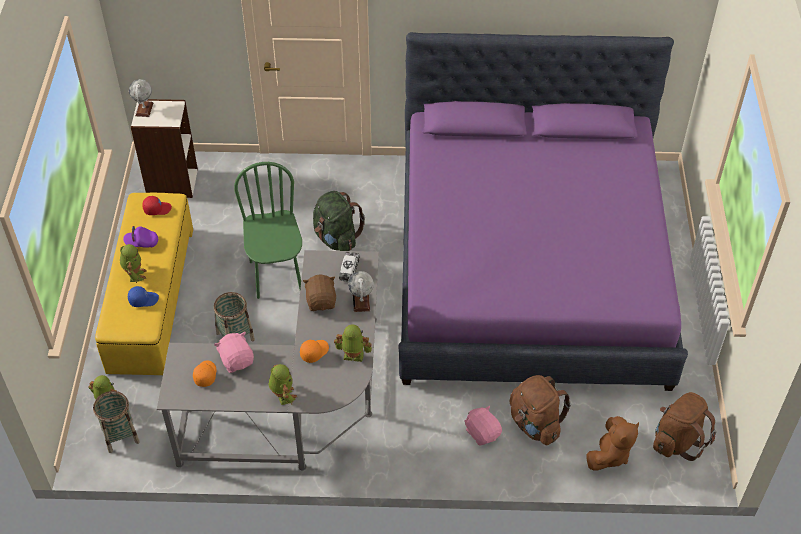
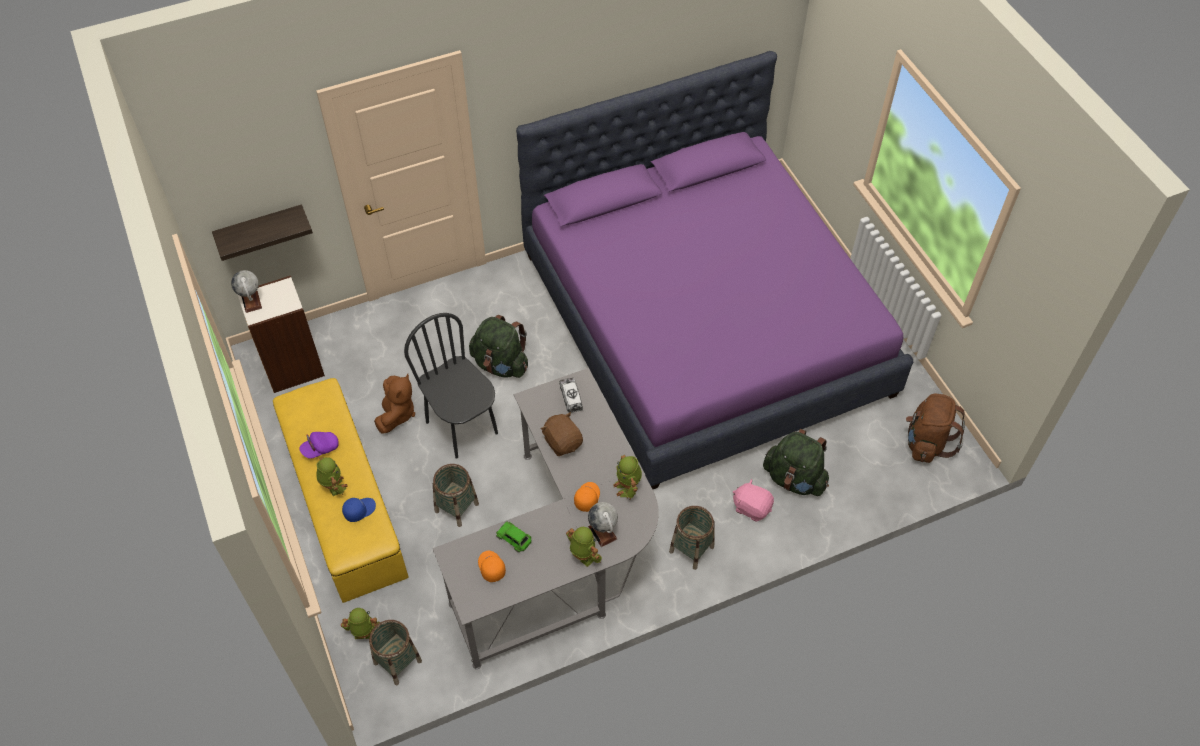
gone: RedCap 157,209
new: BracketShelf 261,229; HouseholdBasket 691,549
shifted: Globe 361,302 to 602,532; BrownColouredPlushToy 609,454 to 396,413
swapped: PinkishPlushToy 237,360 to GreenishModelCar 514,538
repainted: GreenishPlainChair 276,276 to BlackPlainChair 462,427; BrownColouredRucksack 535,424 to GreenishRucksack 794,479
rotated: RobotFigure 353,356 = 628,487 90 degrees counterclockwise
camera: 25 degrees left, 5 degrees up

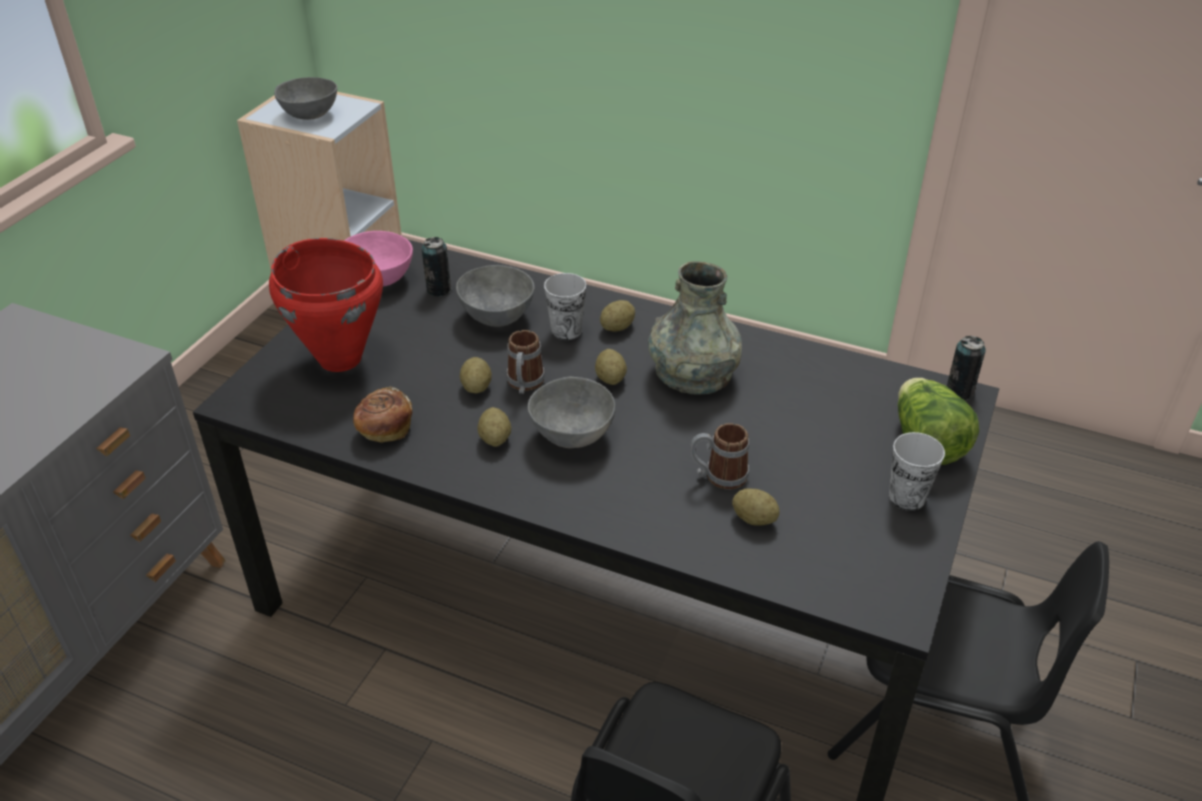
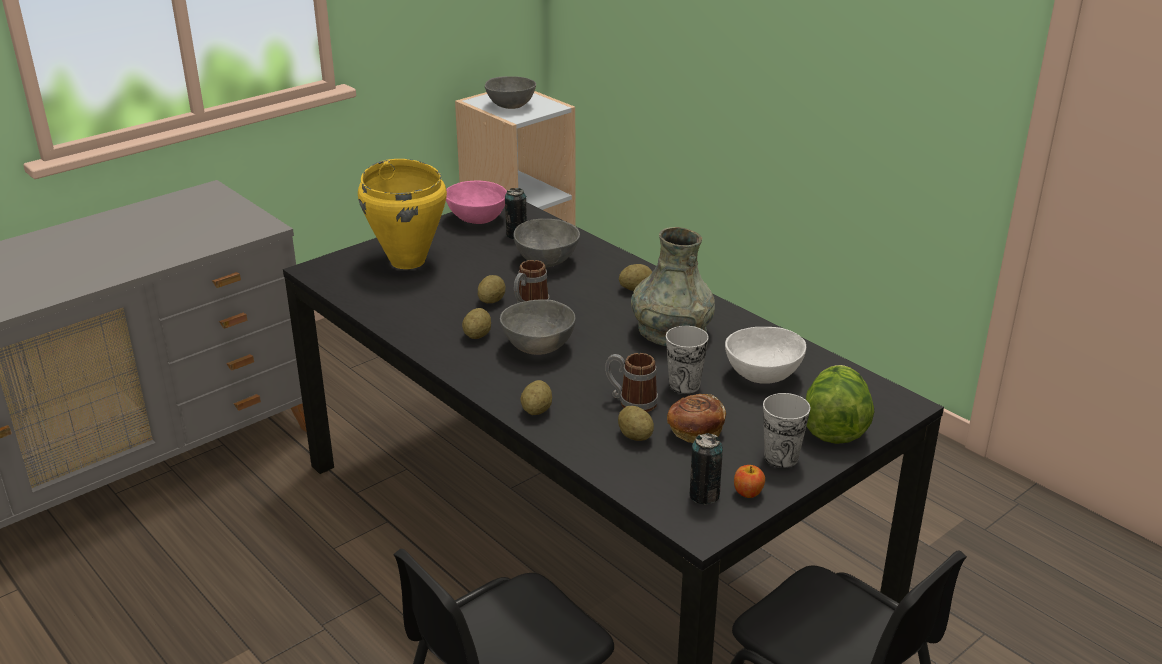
new: WhiteColouredDeepDish 764,376; WholeApple 748,492
shifted: DrinkingCup 566,331 to 684,385; MetalCan 959,391 to 704,495; Potato 610,378 to 536,410; BakedBread 384,428 to 695,431
repainted: RedCookingPot 340,358 to YellowCookingPot 408,261
camera: 25 degrees right, 10 degrees down

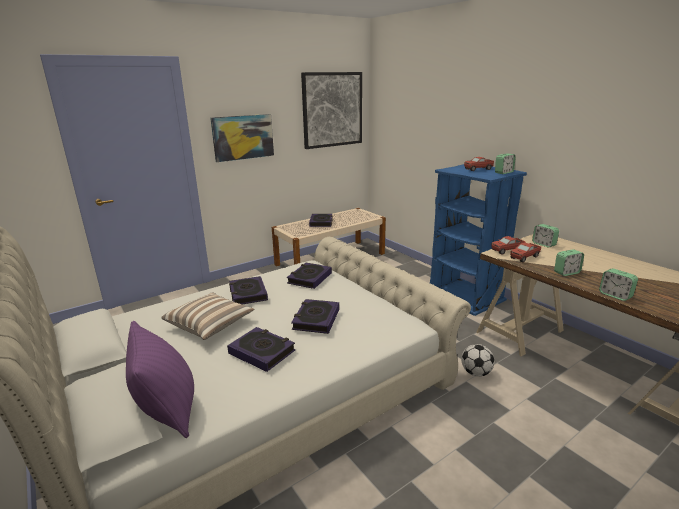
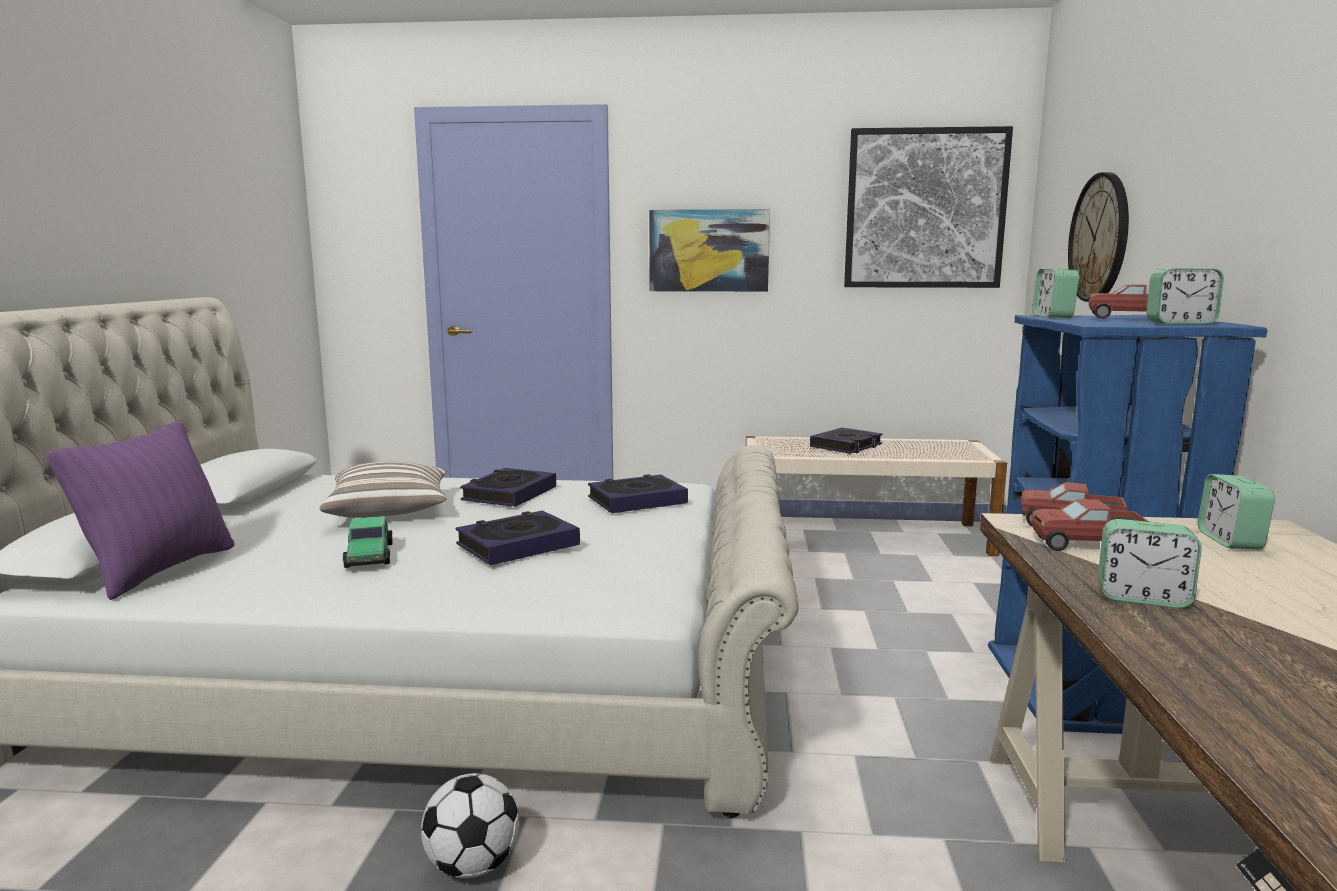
new: WallClock 1099,238
shifted: AlarmClock 615,295 to 1052,317; BallForFootball 476,373 to 473,866
swapped: BoundBook 262,352 to ModelCar 369,556
camera: 40 degrees right, 10 degrees down

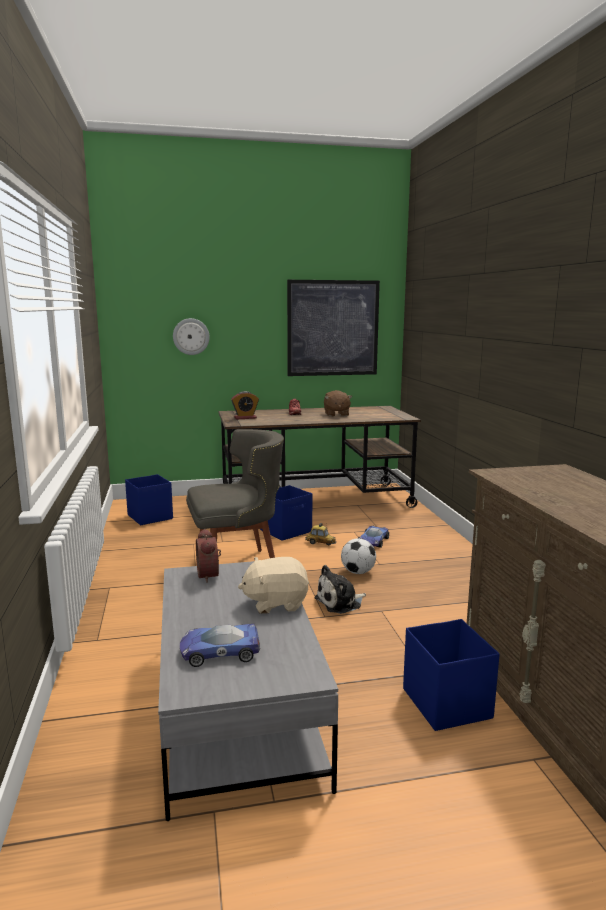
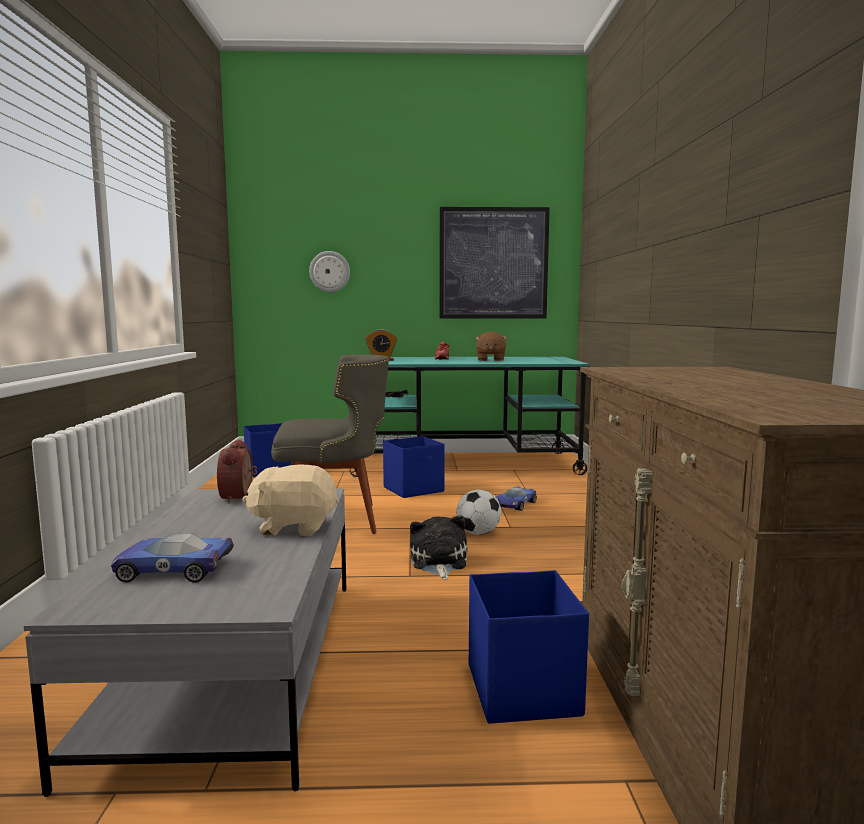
gone: ModelCar 320,543
repainted: BrownColouredDeskUnit 314,501 to TurquoiseColouredDeskUnit 464,464
rotated: PlushToy 340,602 = 438,562 105 degrees clockwise
camera: 10 degrees right, 5 degrees down

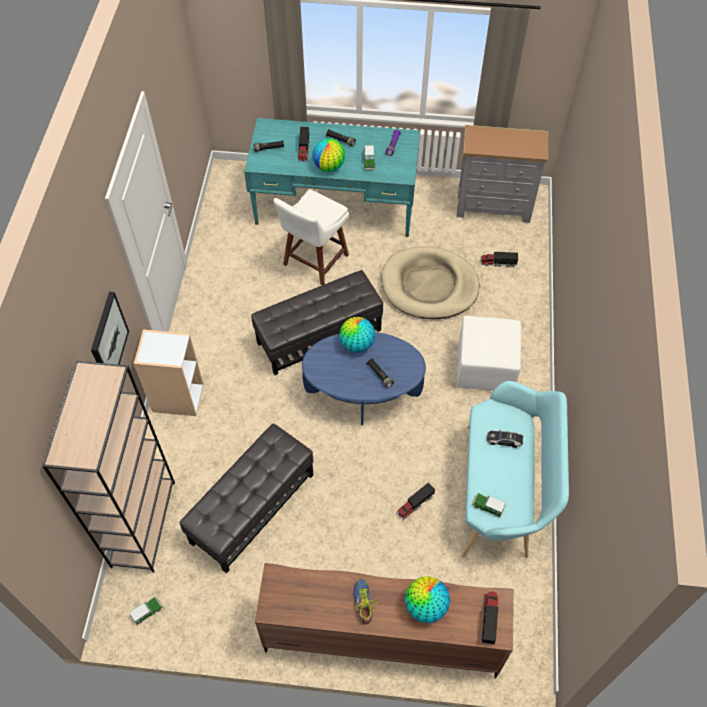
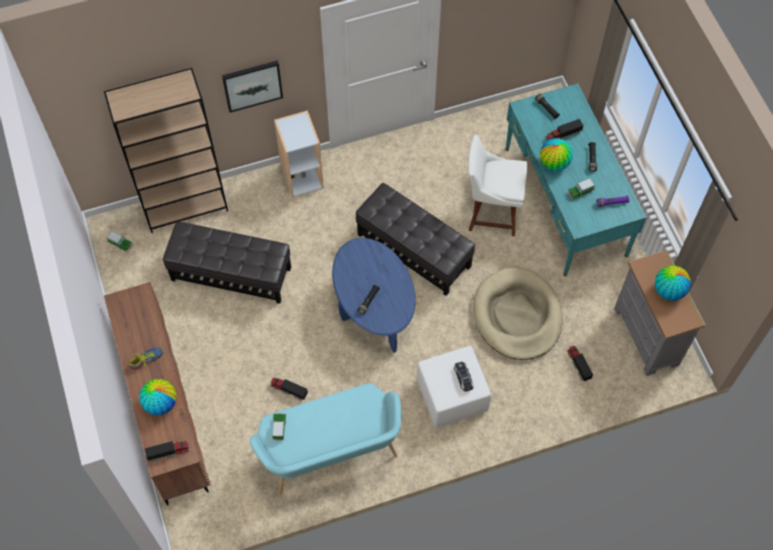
shifted: Globe 357,344 to 668,290; ModelCar 504,440 to 463,378
camera: 65 degrees right, 5 degrees up

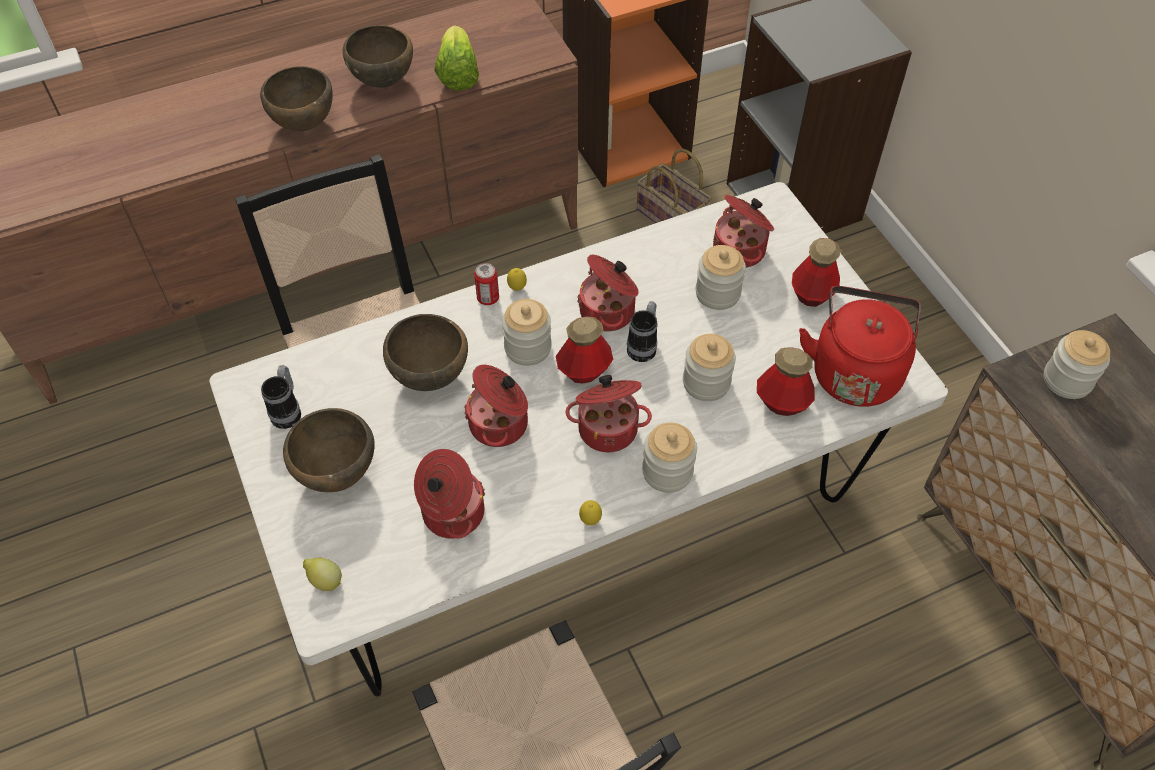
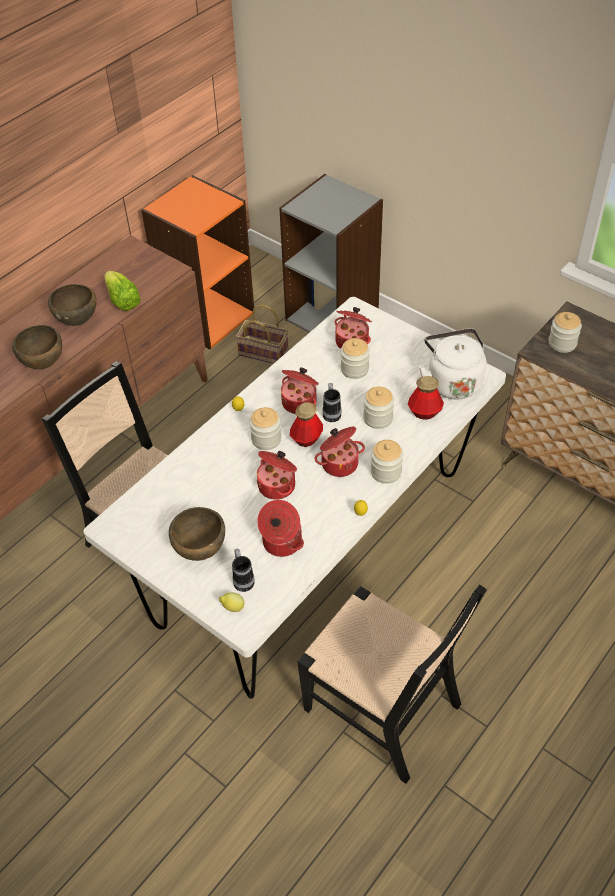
gone: DrinkBottle 812,294; MetalCan 488,298; BrownColouredDeepDish 431,377
shifted: TeaMug 288,411 to 243,579
repainted: RedWaterKettle 855,370 to WhiteColouredWaterKettle 452,381
camera: 25 degrees left, 5 degrees down

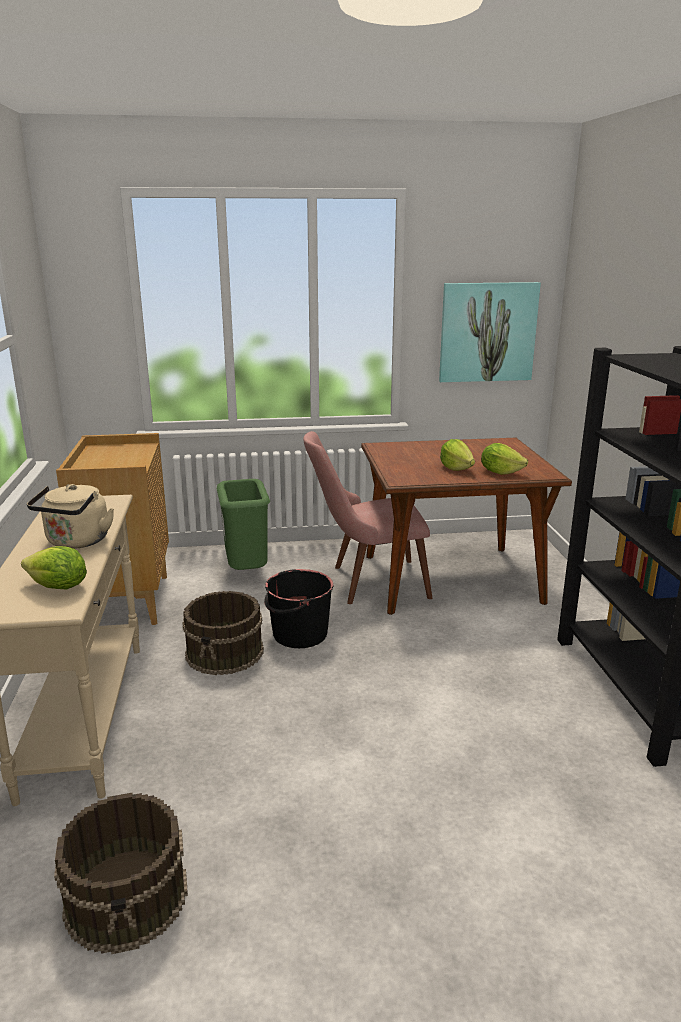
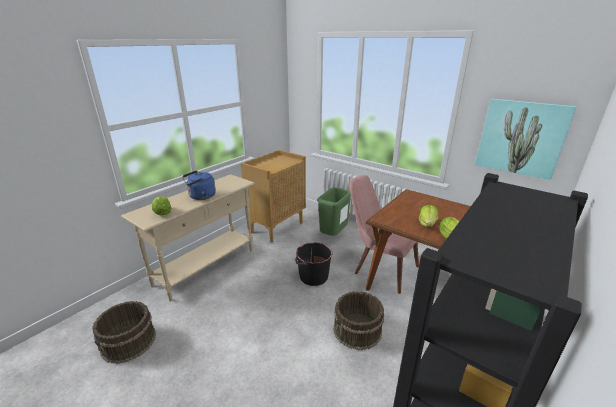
shifted: BrownColouredWaterBucket 225,652 to 357,330
repainted: BeigeWaterKettle 76,542 to BlueWaterKettle 200,197
camera: 45 degrees right, 5 degrees up

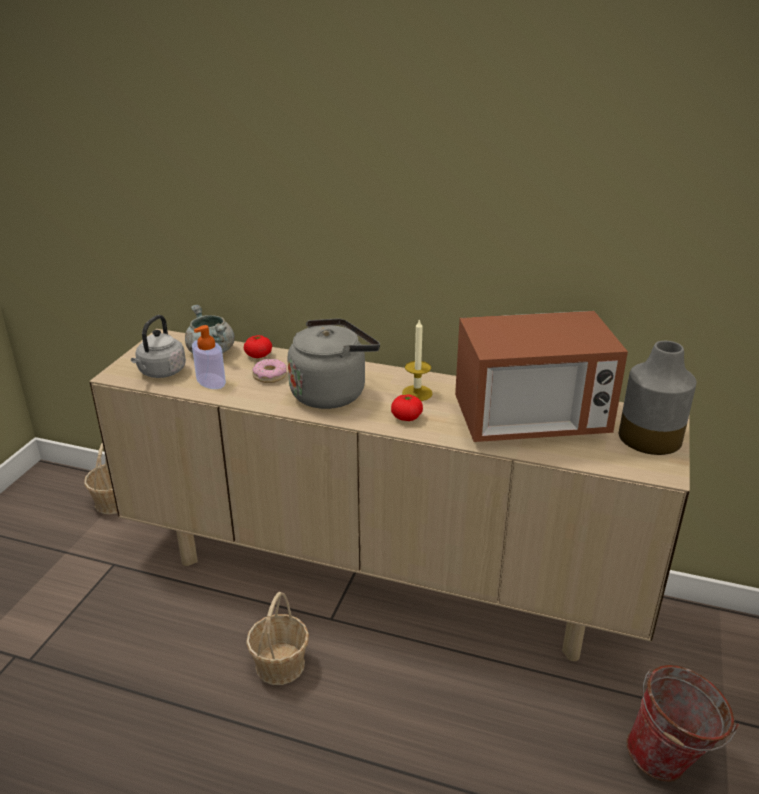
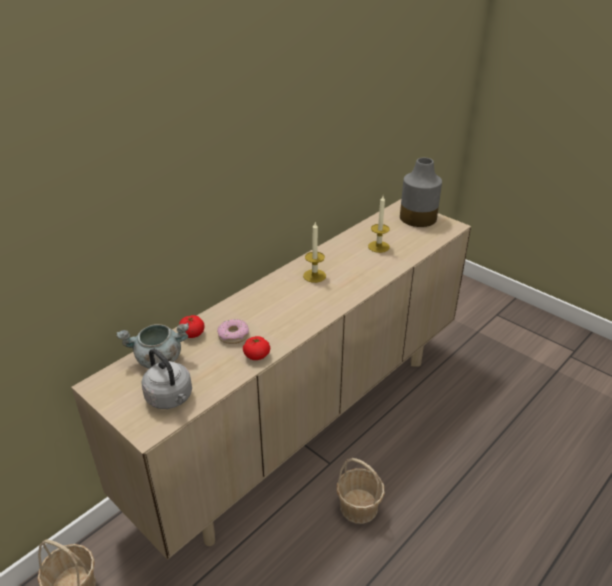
gone: GreyishWaterKettle 332,392; SoapBottle 211,381; WaterBucket 670,761
shifted: Tomato 406,417 to 257,355
swapped: Microwave 530,421 to Candle 378,246
camera: 65 degrees left, 5 degrees up

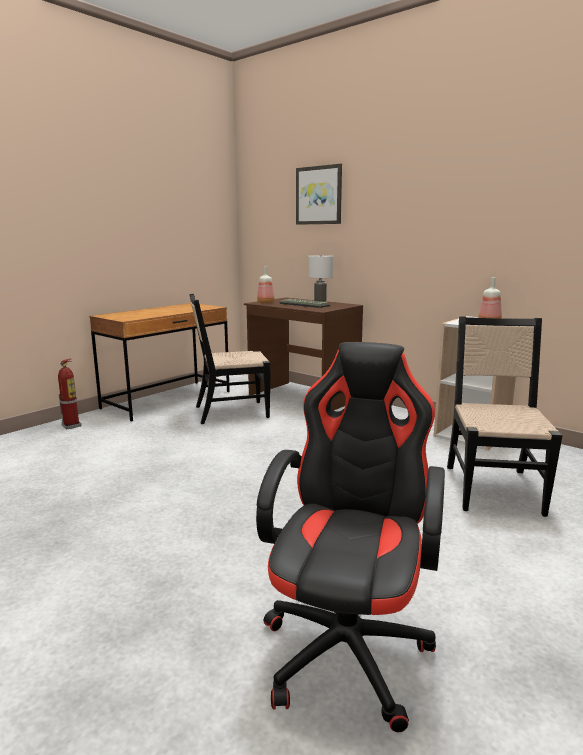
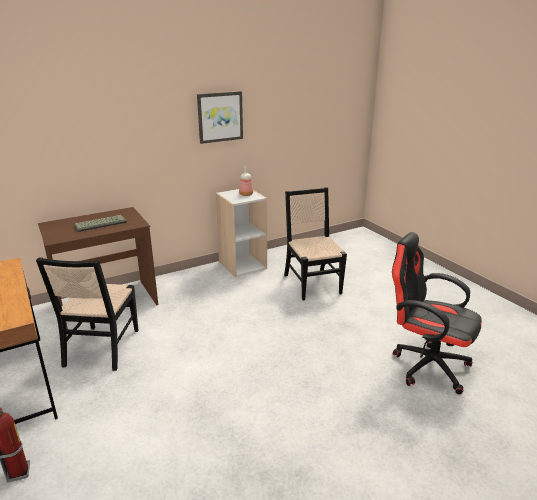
gone: WhiteColouredLampForATable 320,301; DrinkBottle 265,302
shifted: WallArt 319,195 to 220,117
rotated: PlainChair 493,489 = 312,284 45 degrees clockwise
camera: 70 degrees left, 10 degrees up

